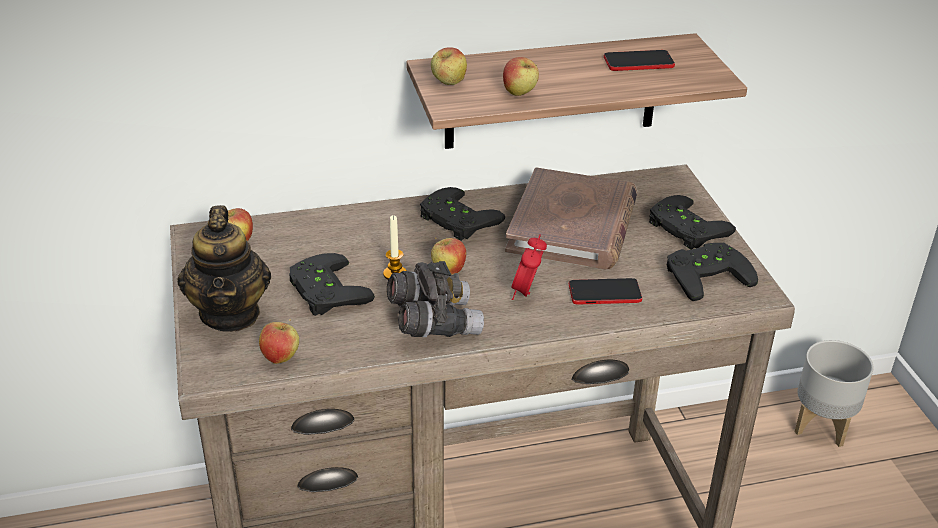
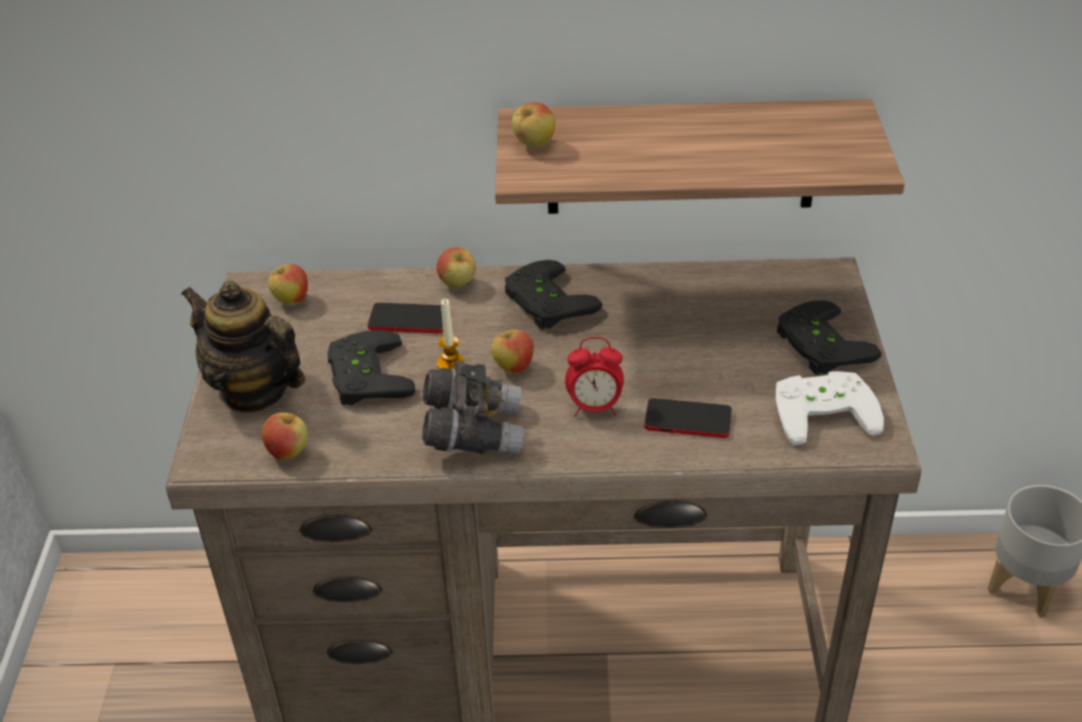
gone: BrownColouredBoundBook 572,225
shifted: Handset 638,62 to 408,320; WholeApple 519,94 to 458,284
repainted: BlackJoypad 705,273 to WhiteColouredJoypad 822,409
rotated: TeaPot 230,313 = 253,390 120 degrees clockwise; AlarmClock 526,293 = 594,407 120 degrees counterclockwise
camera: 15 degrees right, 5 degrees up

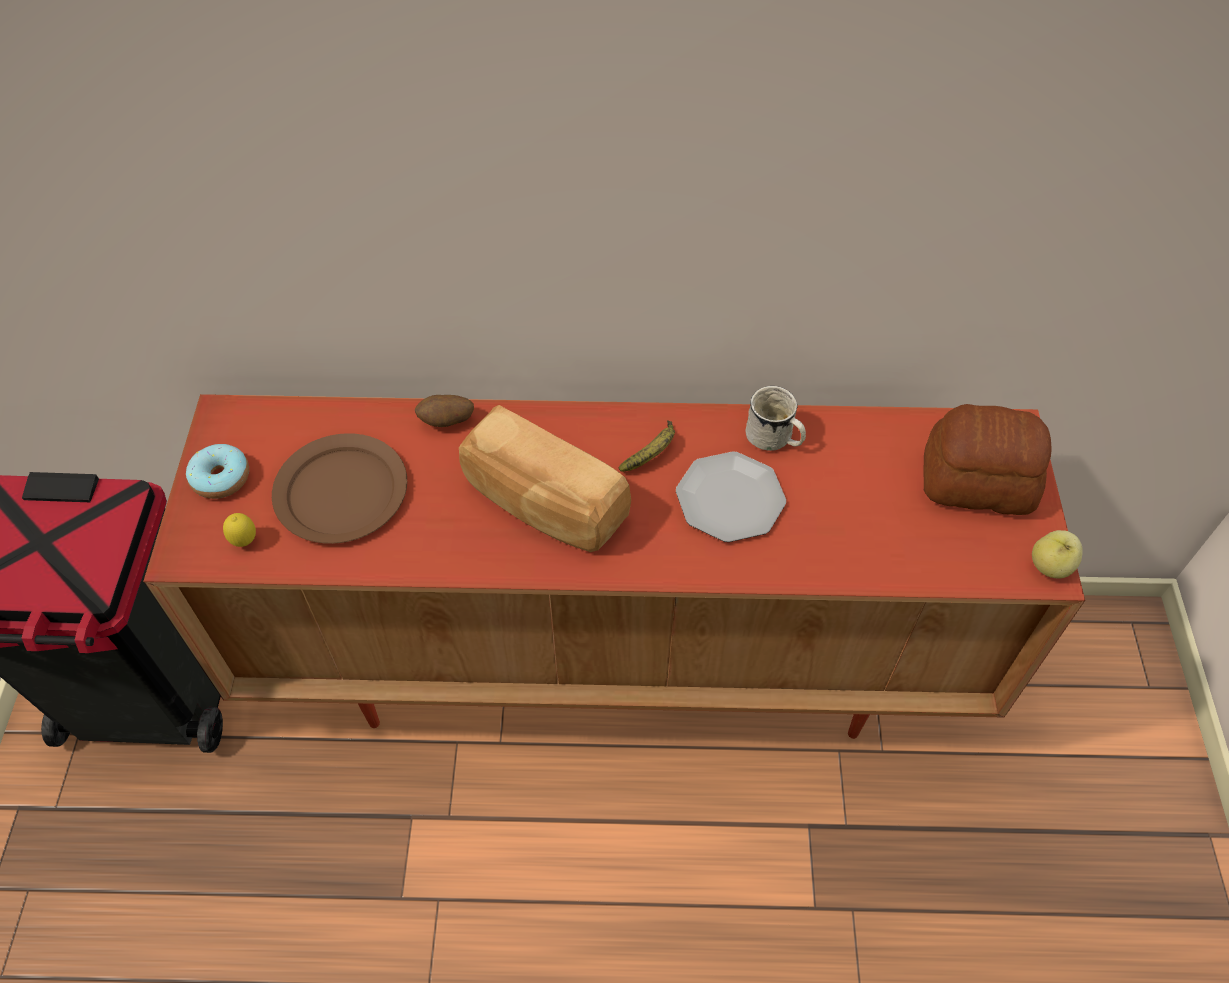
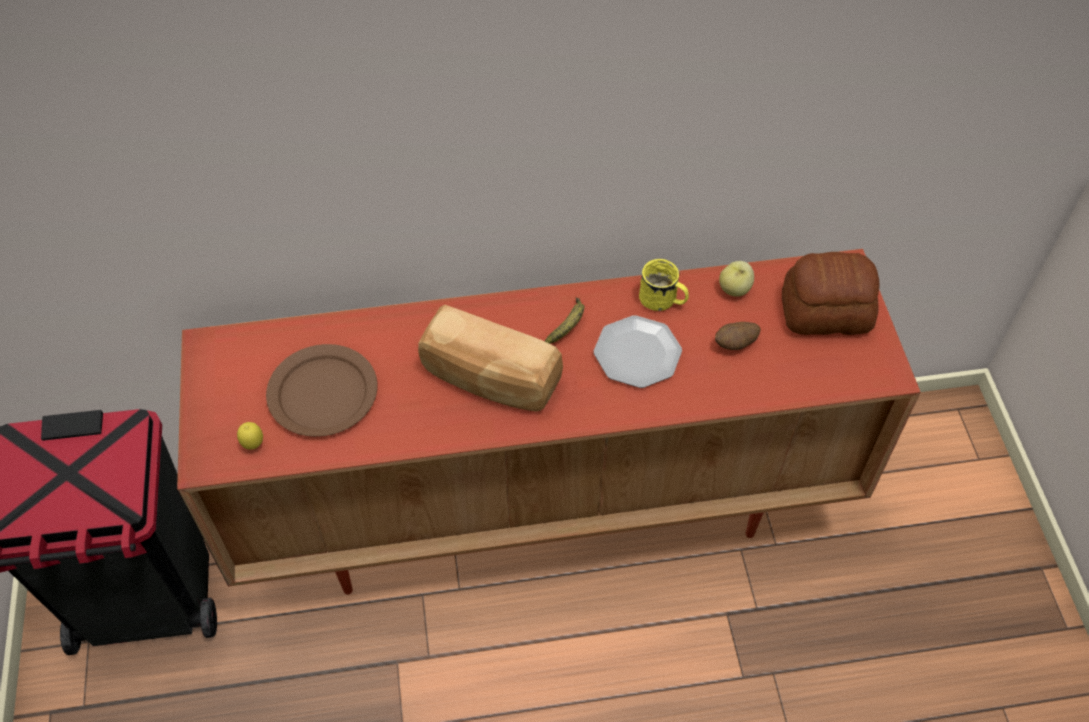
gone: RingDoughnut 221,478
shifted: Potato 447,421 to 735,344; WholeApple 1050,566 to 735,289
repainted: WhiteColouredTeaMug 774,439 to YellowTeaMug 662,301
camera: 10 degrees left, 0 degrees up

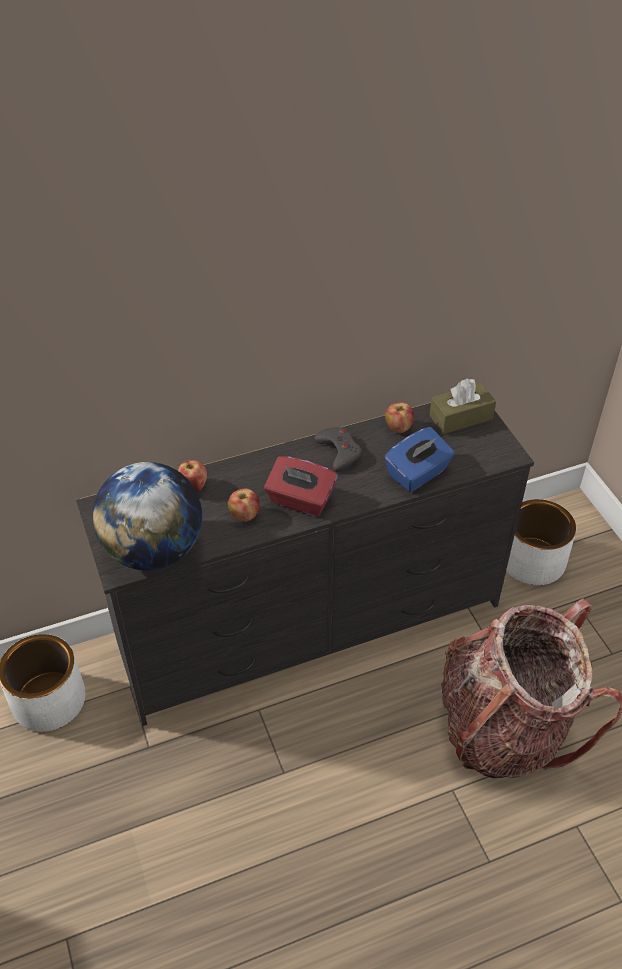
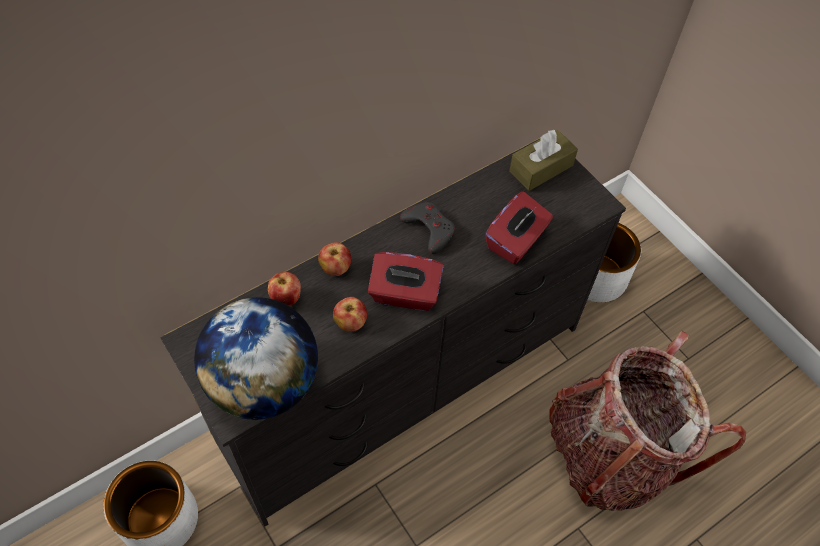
shifted: WholeApple 398,428 to 336,268
repainted: BlueBoxOfTissues 418,473 to RedBoxOfTissues 516,241
camera: 15 degrees left, 10 degrees up

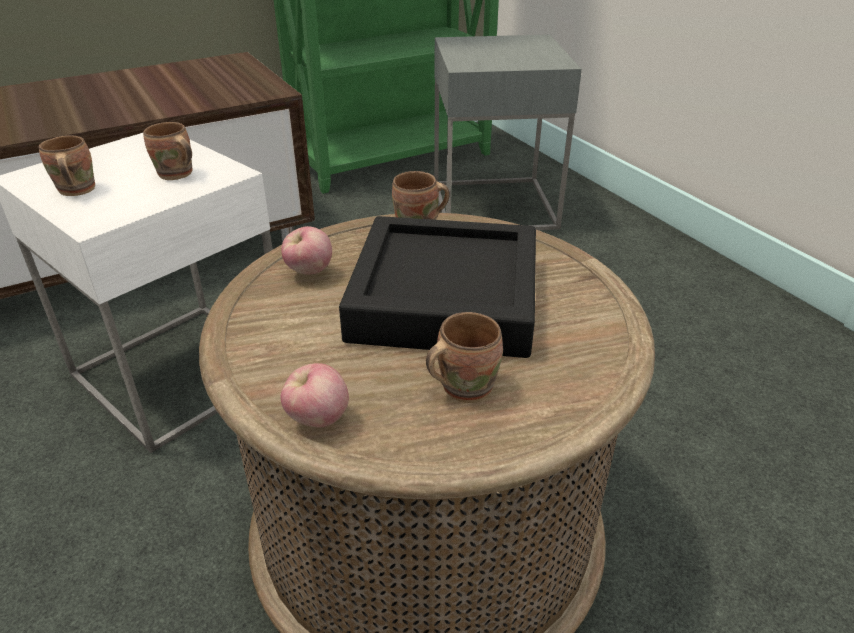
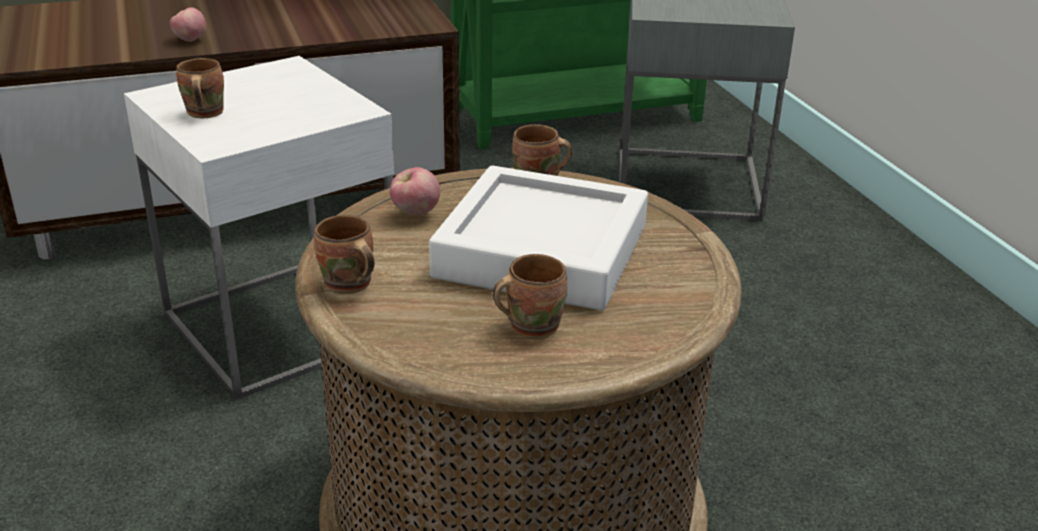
shifted: BrownColouredTeaMug 175,175 to 347,286; WholeApple 317,419 to 190,40
repainted: BlackCarryingTray 445,298 to WhiteColouredCarryingTray 542,251
camera: 10 degrees right, 5 degrees down

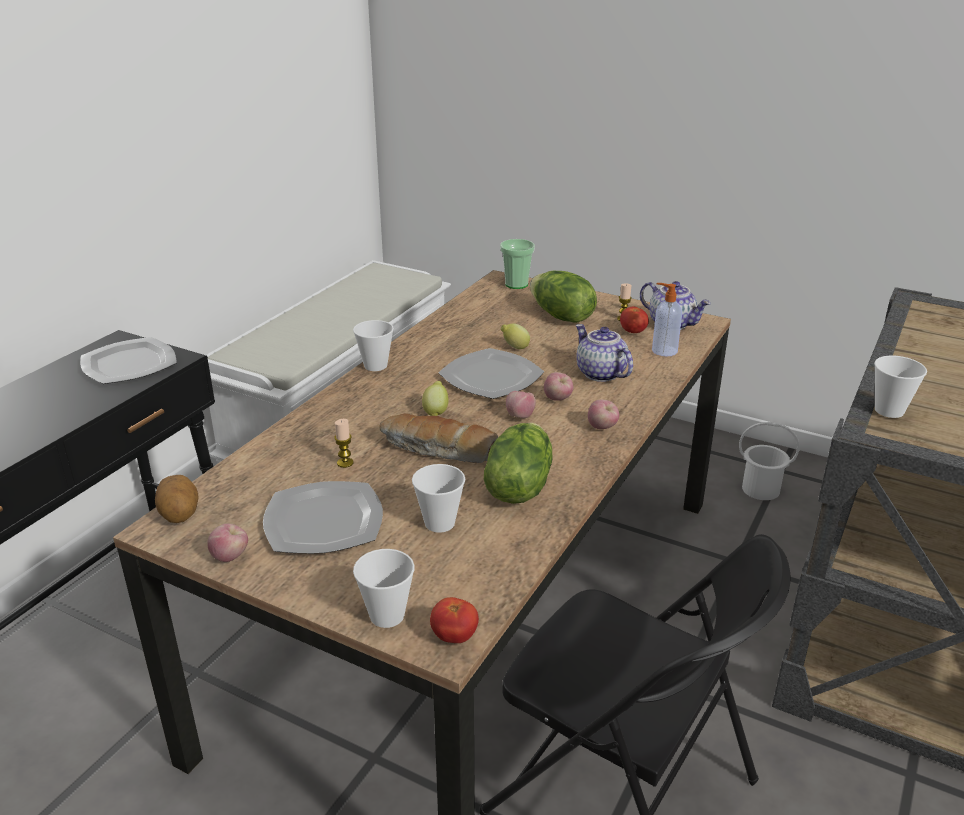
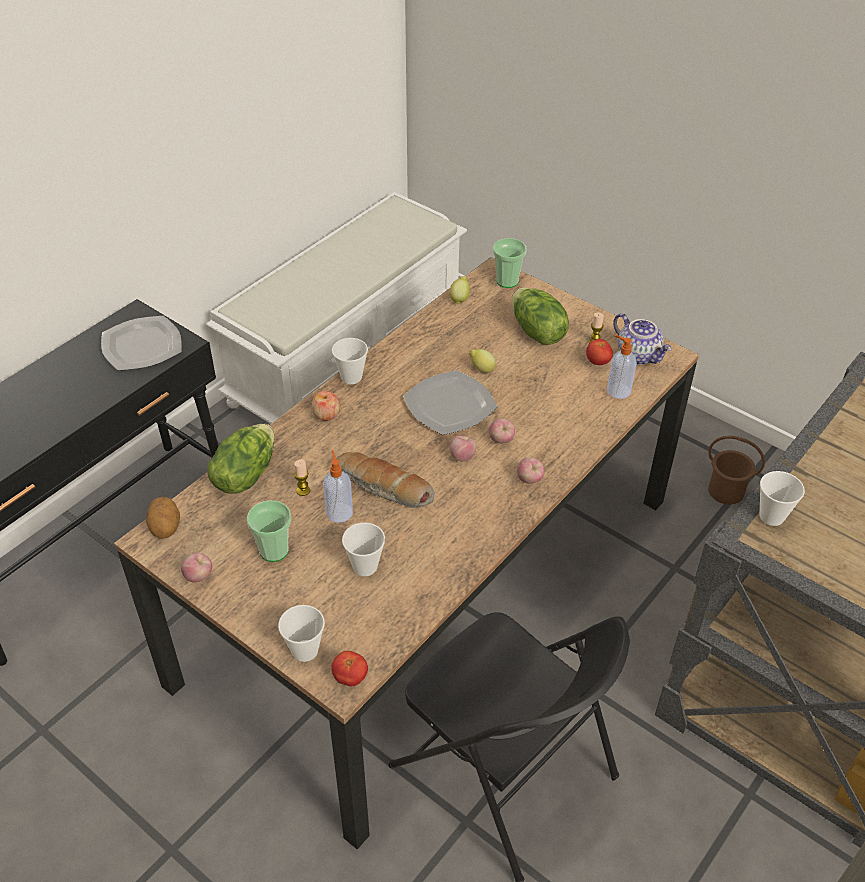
gone: TeaPot 599,374
new: WholeApple 326,414; SoapBottle 339,512
shifted: CitrusFruit 436,411 to 459,299; HeadOfLettuce 518,486 to 245,474
swapped: FlatDish 322,521 to DrinkingCup 274,550
repainted: WhiteColouredWaterBucket 760,489 to BrownColouredWaterBucket 726,490
camera: 10 degrees right, 15 degrees up

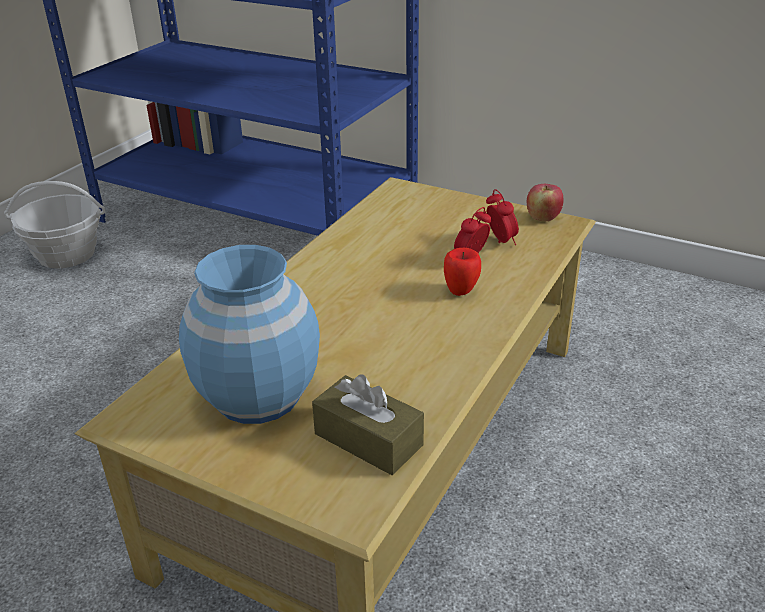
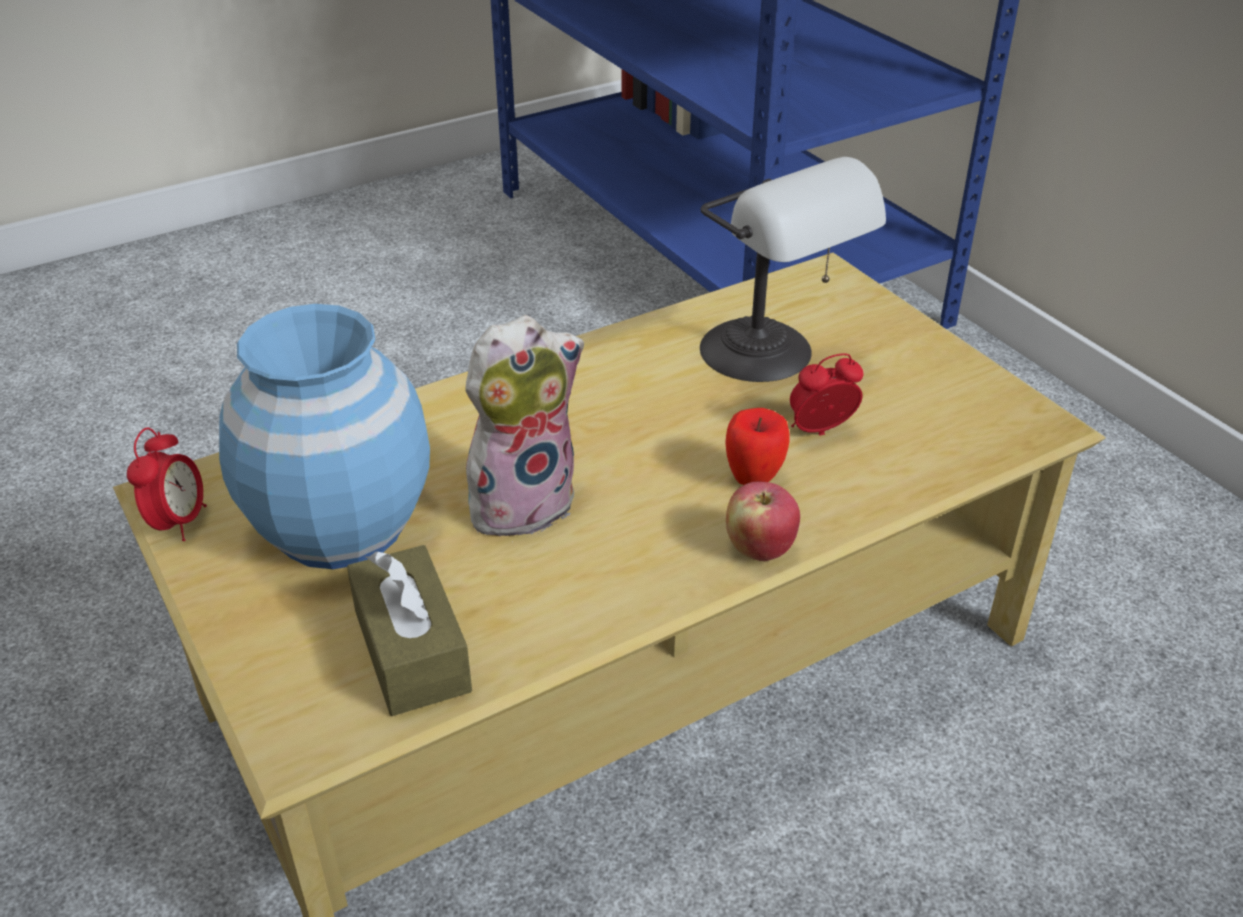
gone: HouseholdBasket 67,254
new: LampForATable 773,360; PlushToy 523,501
shifted: WholeApple 543,218 to 759,549; AlarmClock 500,241 to 178,523
camera: 30 degrees right, 5 degrees up

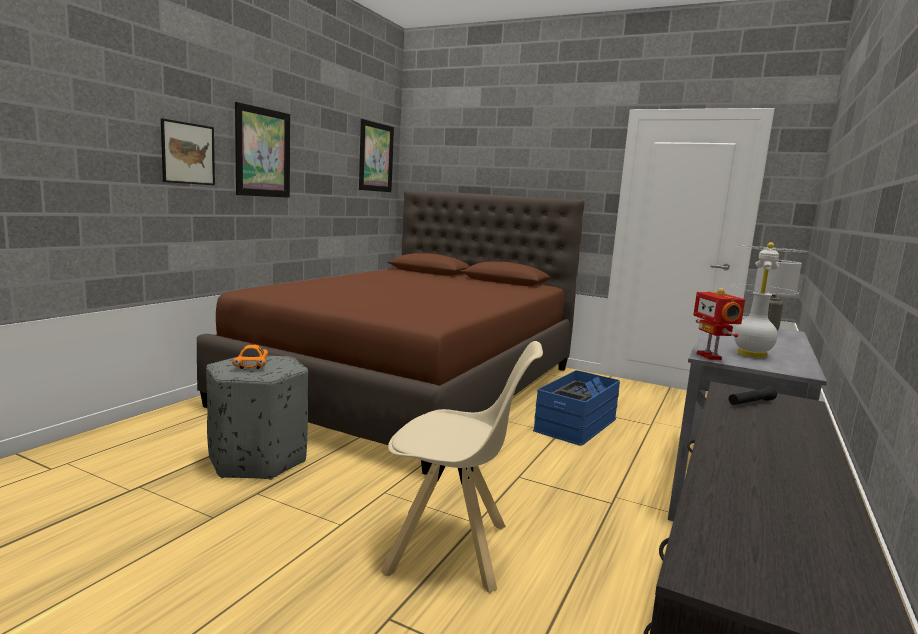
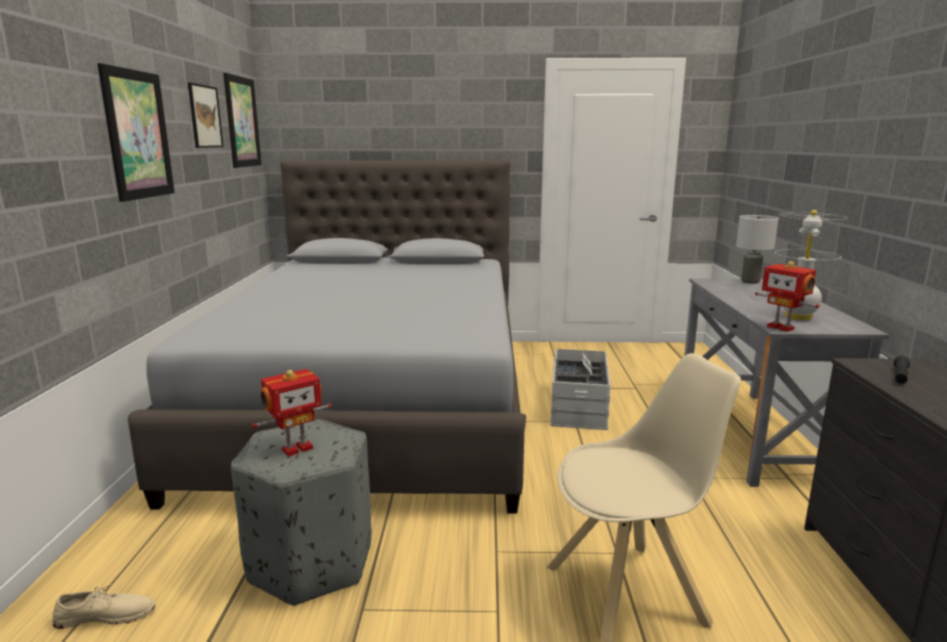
new: BeigeShoe 106,615
shifted: WallArt 188,153 to 205,116
swapped: OrangeyModelCar 251,365 to RobotFigure 296,448
repainted: BrownColouredSleepingBed 413,385 to GreyishSleepingBed 378,402; BlueStorageBox 575,424 to GreyishStorageBox 577,406
camera: 25 degrees left, 5 degrees up

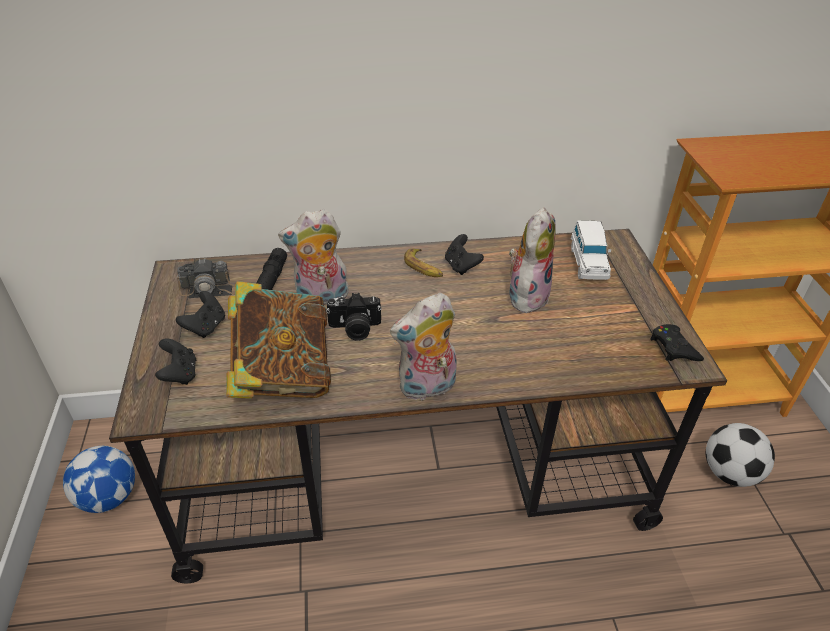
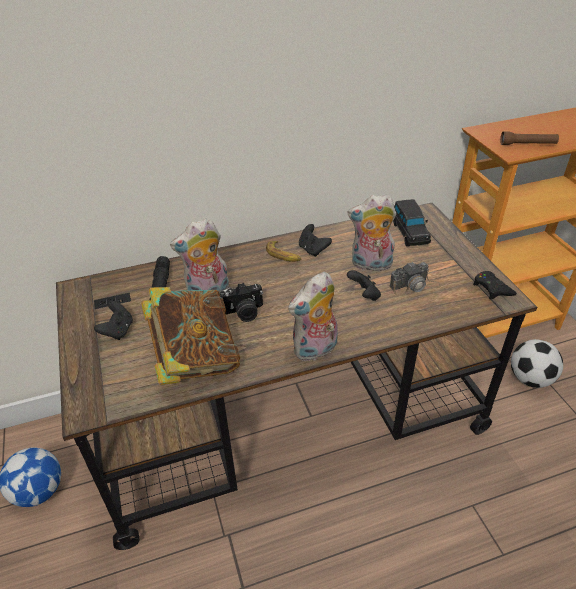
new: BrownColouredHandTorch 527,144
shifted: StillCamera 210,287 to 415,286; BlackJoypad 180,374 to 364,295
repainted: WhiteColouredModelCar 588,262 to BlackModelCar 409,232
rotated: PlushToy 526,295 = 370,265 105 degrees counterclockwise
camera: 10 degrees left, 0 degrees up

